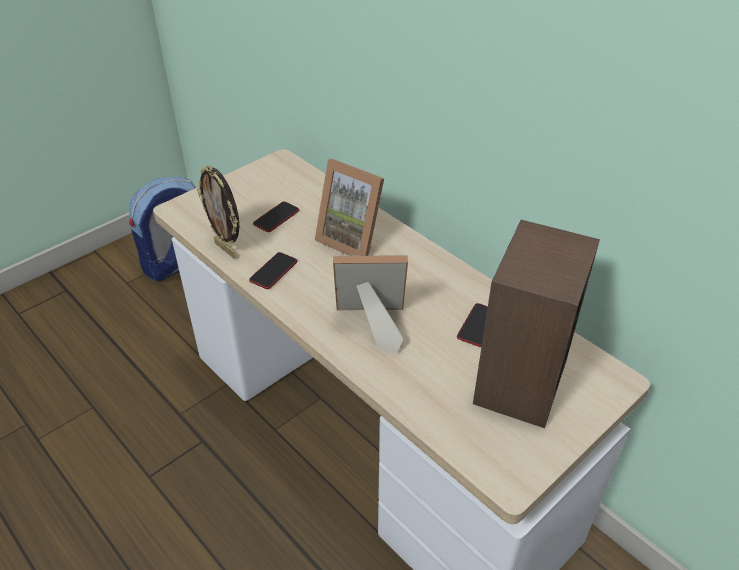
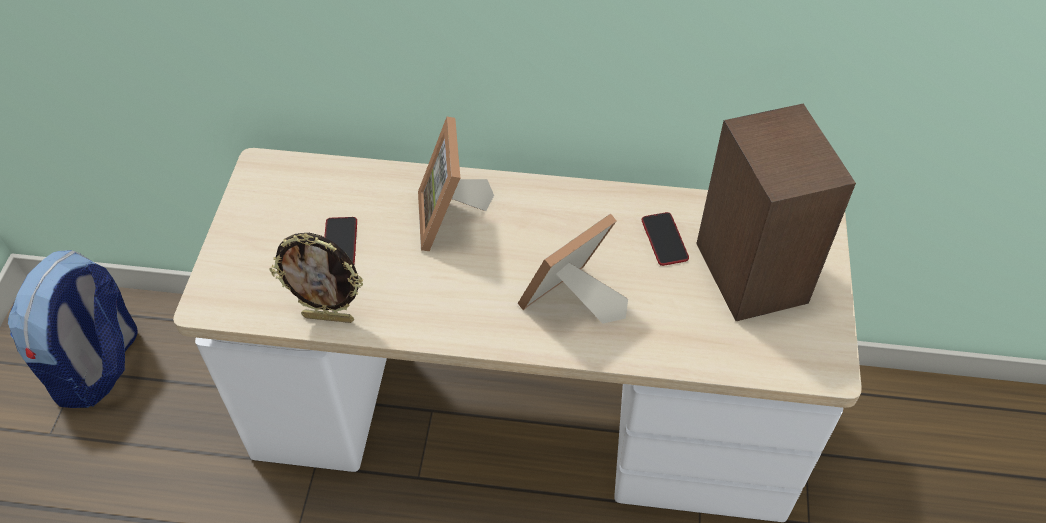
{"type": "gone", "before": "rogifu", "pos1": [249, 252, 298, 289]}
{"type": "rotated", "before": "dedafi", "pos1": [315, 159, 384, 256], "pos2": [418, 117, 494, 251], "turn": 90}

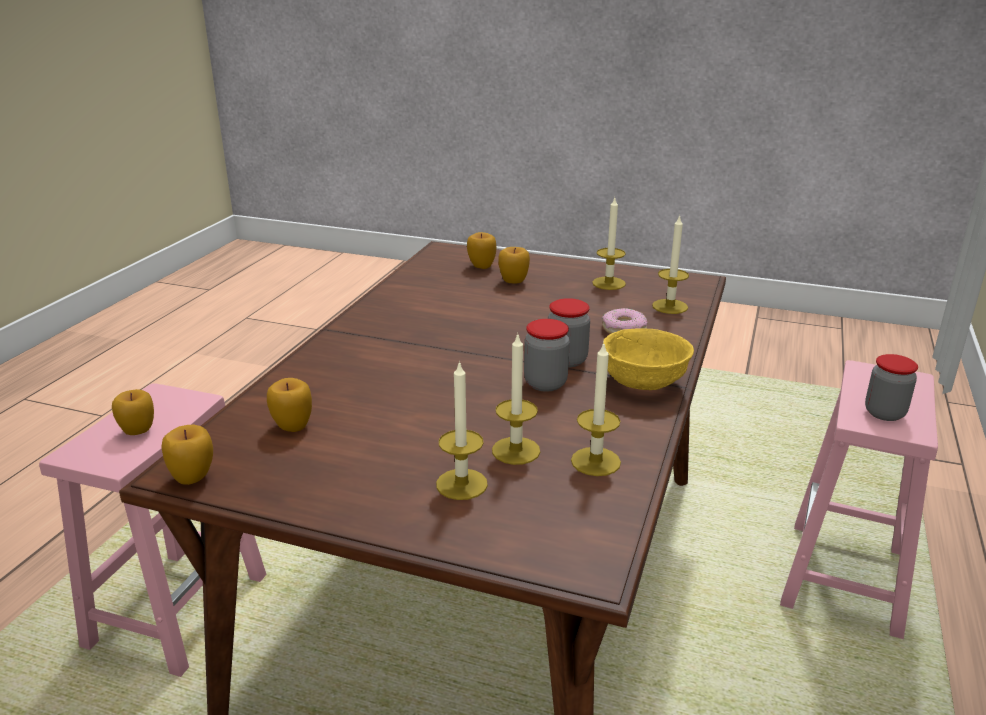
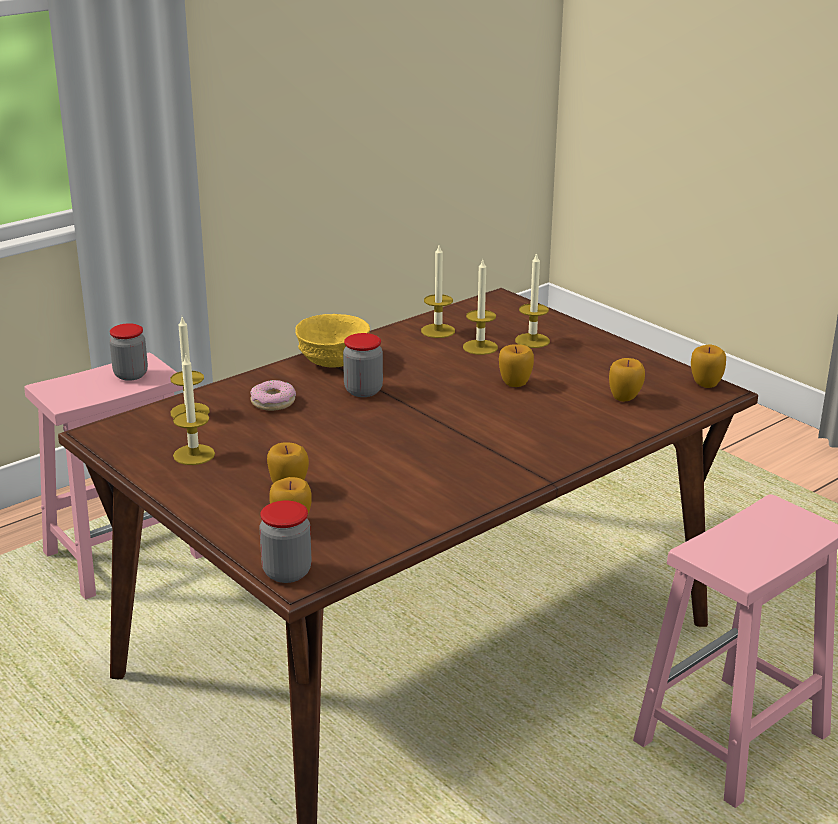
{"type": "shifted", "before": "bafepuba", "pos1": [112, 389, 154, 435], "pos2": [499, 344, 534, 387]}
{"type": "shifted", "before": "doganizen", "pos1": [524, 319, 570, 392], "pos2": [259, 500, 311, 583]}

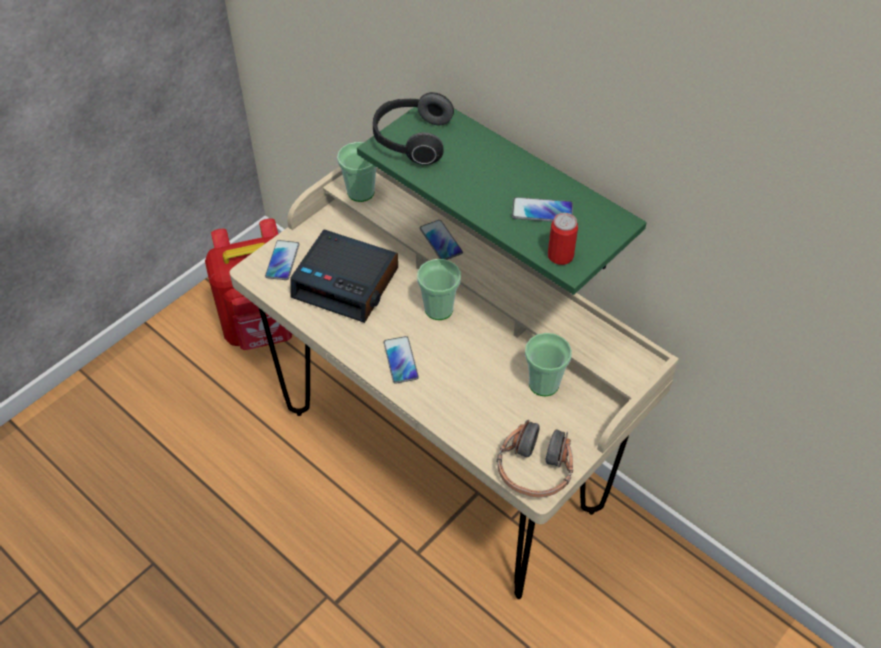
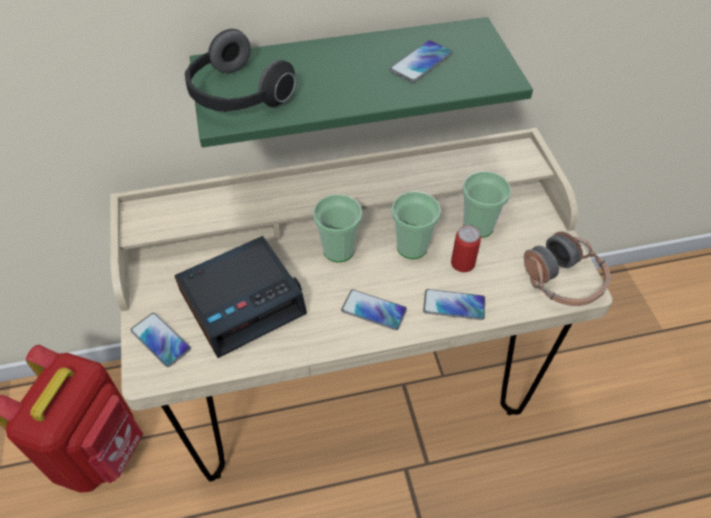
{"type": "shifted", "before": "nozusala", "pos1": [337, 142, 376, 202], "pos2": [392, 191, 441, 259]}
{"type": "shifted", "before": "rogifu", "pos1": [420, 220, 463, 260], "pos2": [423, 289, 485, 320]}
{"type": "shifted", "before": "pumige", "pos1": [548, 213, 578, 265], "pos2": [451, 225, 481, 272]}

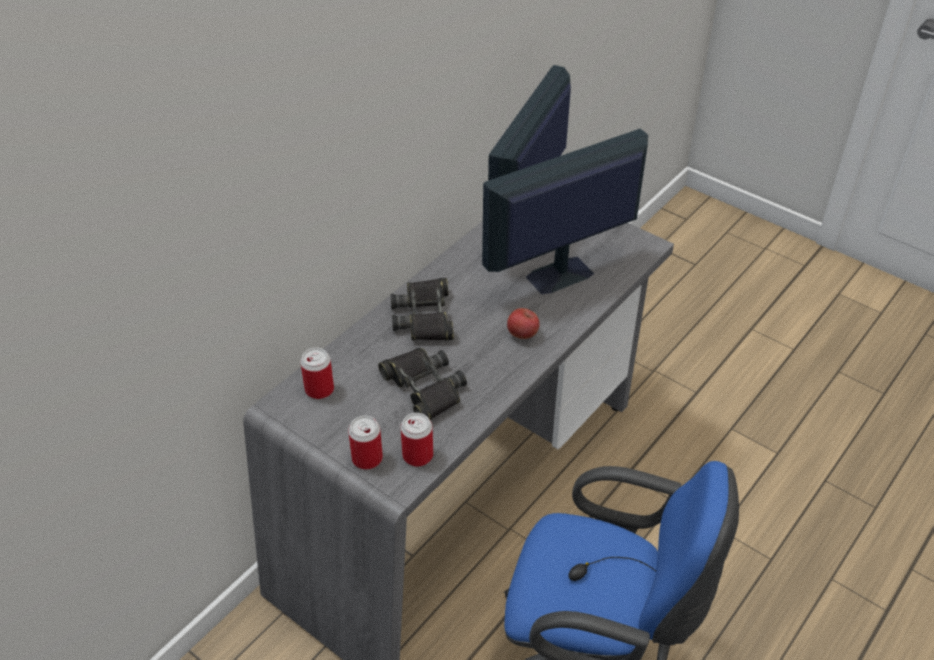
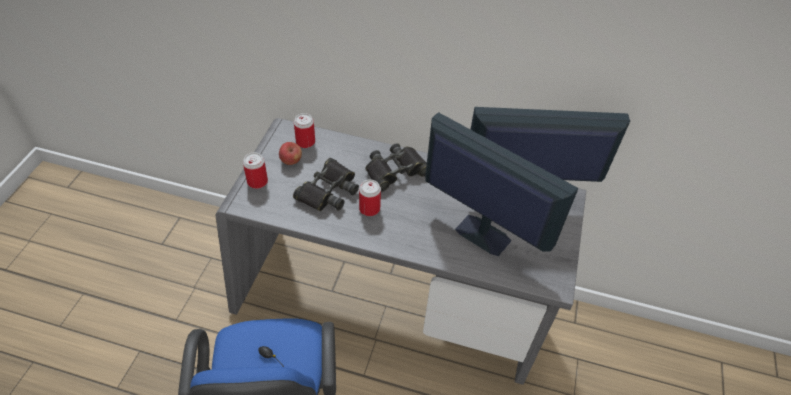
{"type": "shifted", "before": "pumige", "pos1": [401, 413, 433, 466], "pos2": [359, 179, 381, 216]}
{"type": "shifted", "before": "bafepuba", "pos1": [507, 308, 540, 339], "pos2": [279, 142, 302, 165]}

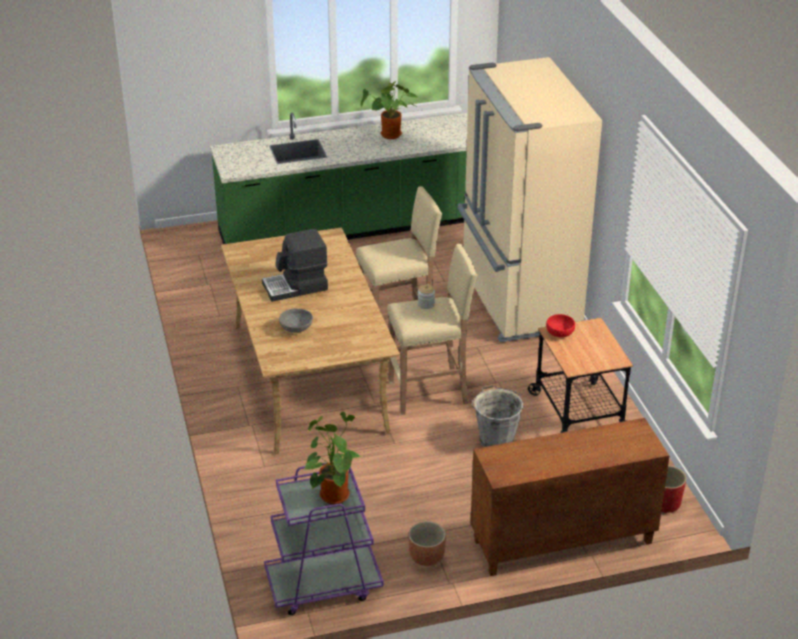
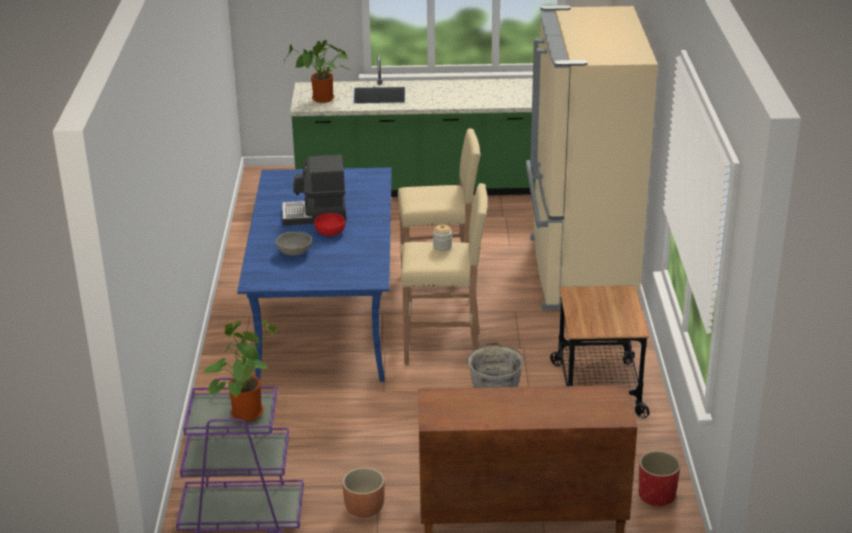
{"type": "repainted", "before": "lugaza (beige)", "after": "lugaza (blue)", "pos1": [221, 228, 400, 454], "pos2": [237, 167, 392, 382]}
{"type": "shifted", "before": "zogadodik", "pos1": [360, 81, 419, 139], "pos2": [284, 40, 349, 103]}
{"type": "shifted", "before": "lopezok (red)", "pos1": [546, 314, 575, 338], "pos2": [314, 213, 346, 236]}

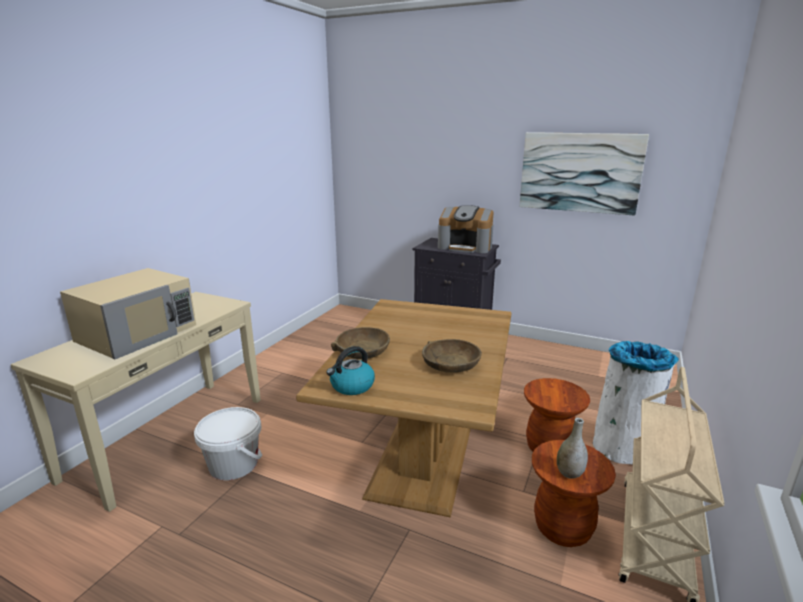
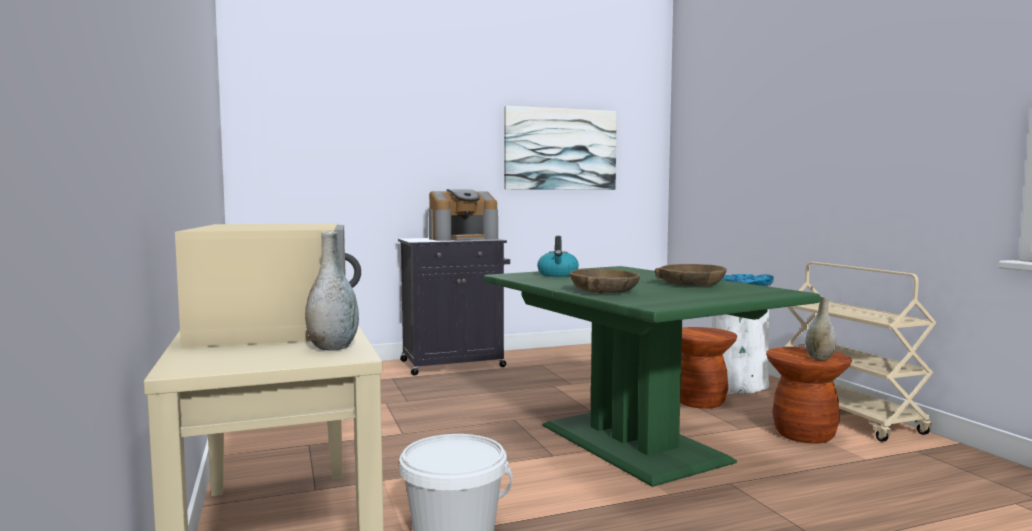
{"type": "repainted", "before": "lugaza (brown)", "after": "lugaza (green)", "pos1": [296, 299, 511, 517], "pos2": [484, 266, 820, 487]}
{"type": "shifted", "before": "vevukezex", "pos1": [326, 346, 375, 395], "pos2": [537, 236, 579, 277]}
{"type": "new", "after": "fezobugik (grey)", "pos2": [305, 232, 359, 351]}

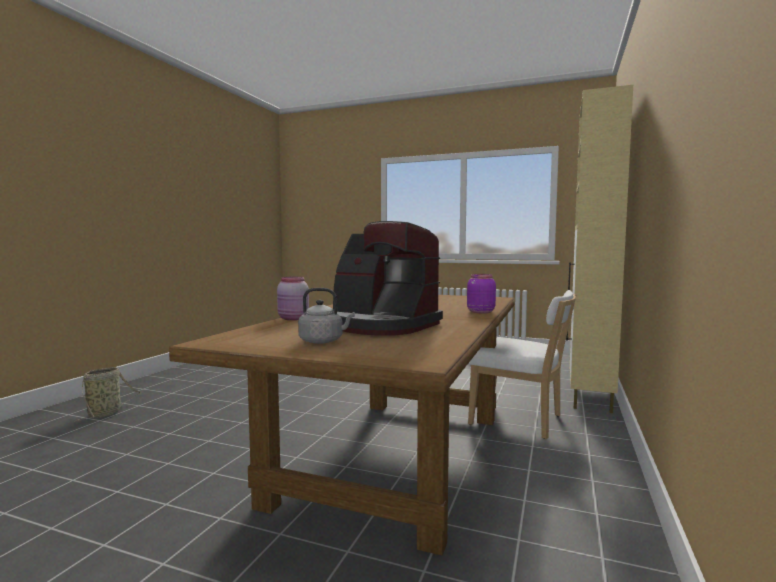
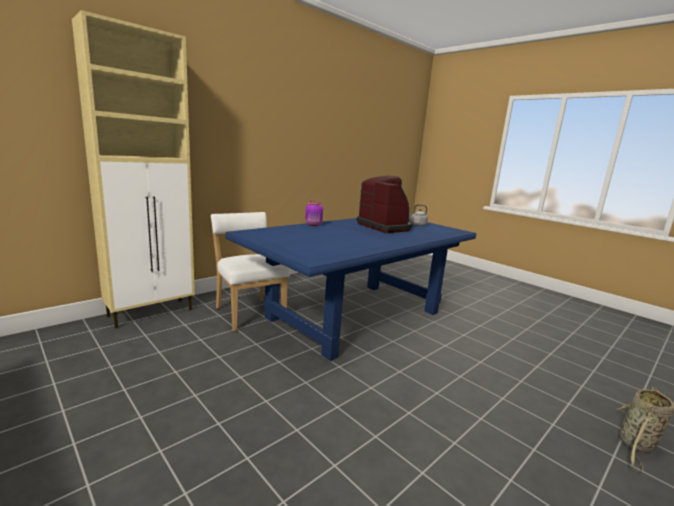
{"type": "repainted", "before": "lugaza (brown)", "after": "lugaza (blue)", "pos1": [169, 295, 515, 556], "pos2": [225, 218, 476, 361]}
{"type": "gone", "before": "doganizen (pink)", "pos1": [277, 277, 309, 320]}

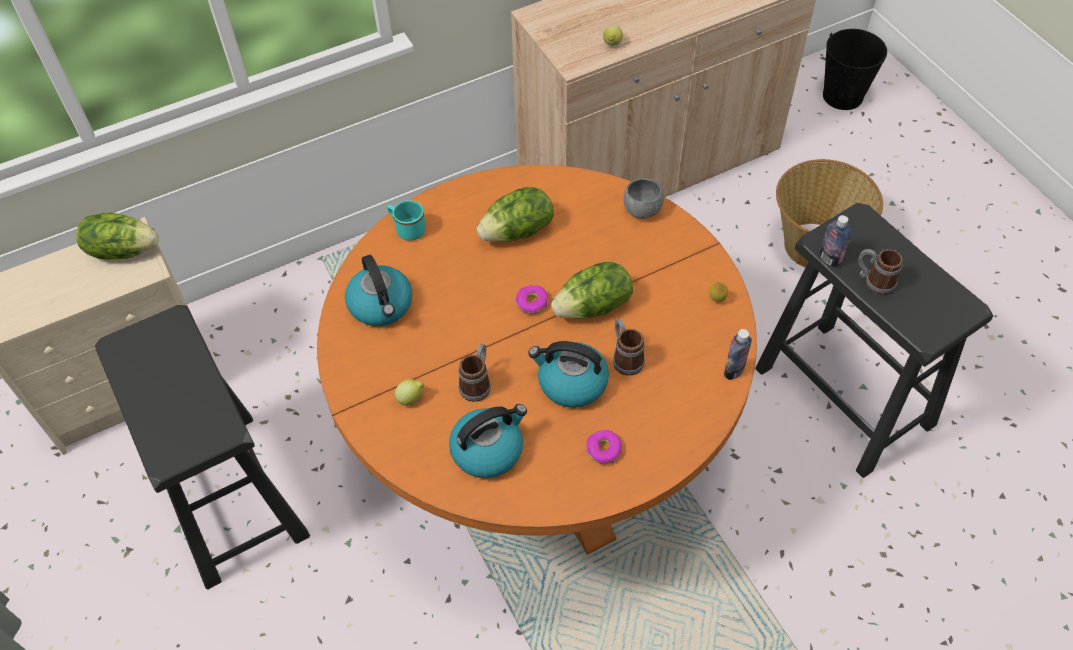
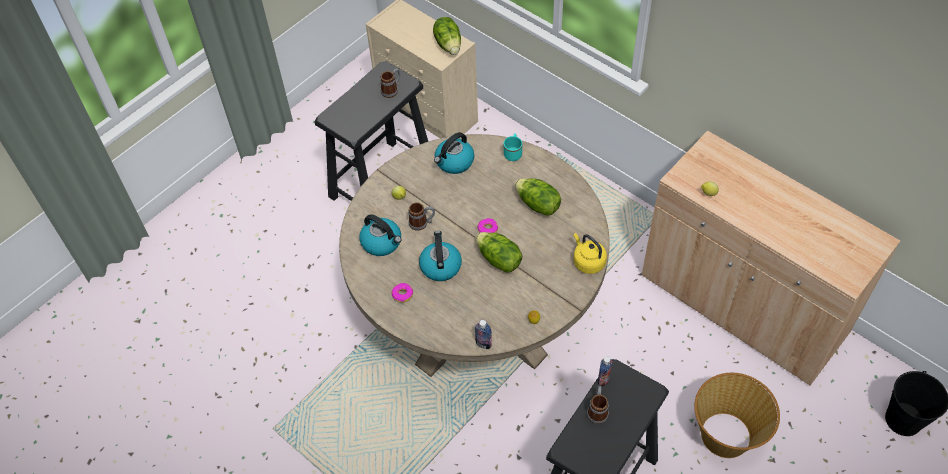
{"type": "repainted", "before": "lugaza (orange)", "after": "lugaza (beige)", "pos1": [317, 165, 757, 555], "pos2": [339, 134, 610, 377]}
{"type": "shifted", "before": "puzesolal", "pos1": [612, 319, 645, 376], "pos2": [380, 68, 401, 98]}
{"type": "swapped", "before": "lopezok (grey)", "after": "vevukezex (yellow)", "pos1": [623, 178, 664, 219], "pos2": [573, 233, 607, 274]}

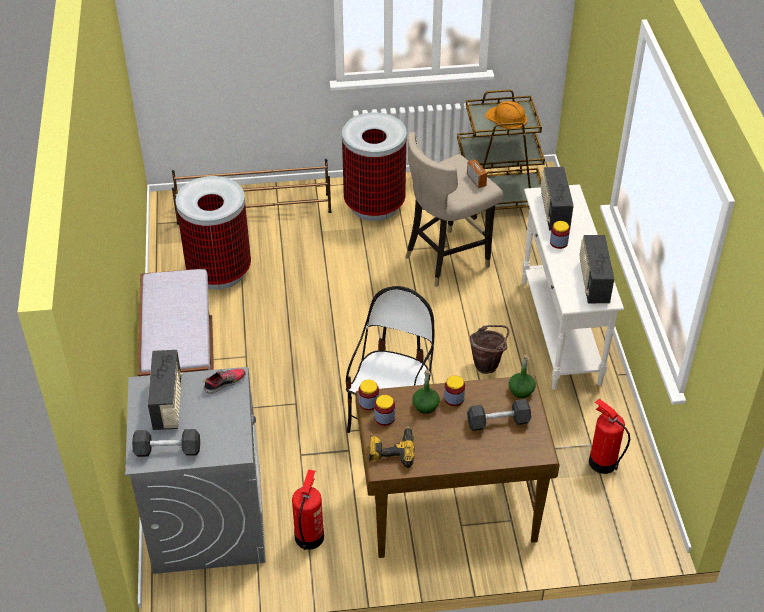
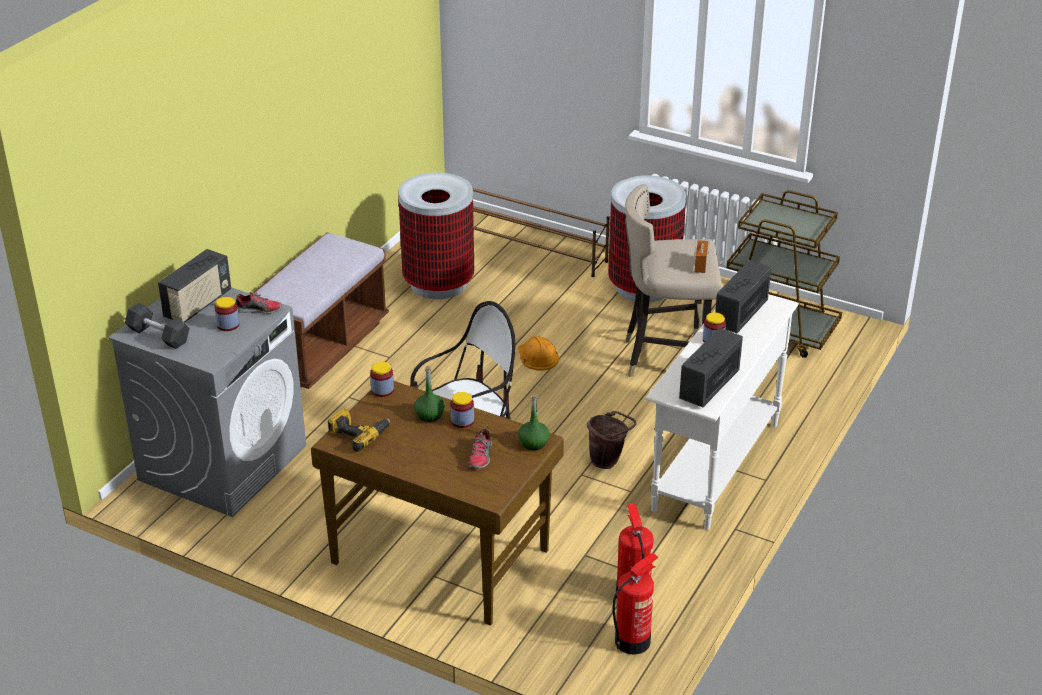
{"type": "shifted", "before": "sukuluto", "pos1": [292, 469, 324, 550], "pos2": [612, 552, 658, 654]}
{"type": "shifted", "before": "doganizen", "pos1": [374, 395, 395, 426], "pos2": [215, 297, 239, 331]}
{"type": "swapped", "before": "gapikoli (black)", "after": "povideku", "pos1": [467, 399, 531, 431], "pos2": [468, 425, 492, 469]}
{"type": "shifted", "before": "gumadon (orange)", "pos1": [485, 101, 527, 129], "pos2": [518, 336, 559, 371]}

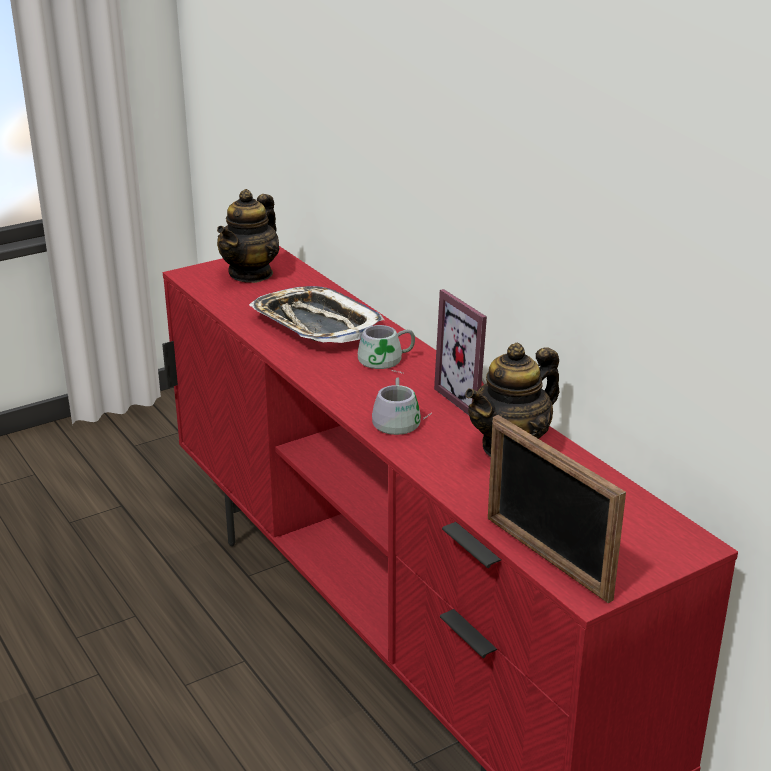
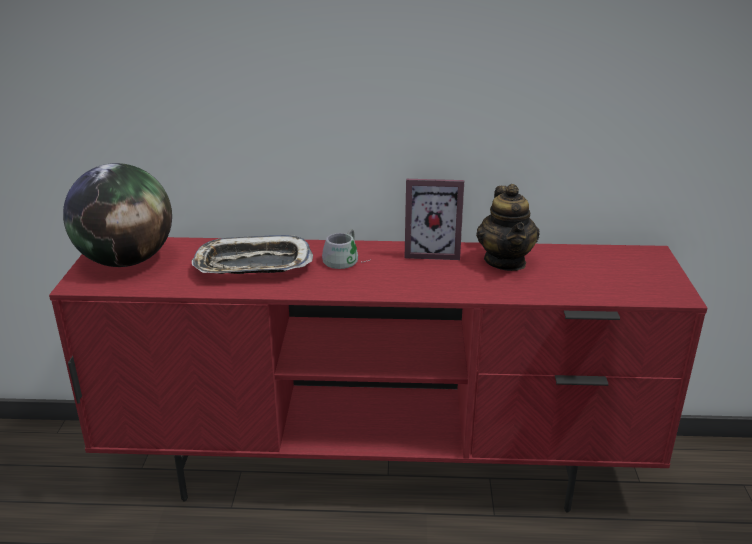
{"type": "swapped", "before": "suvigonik", "after": "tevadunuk", "pos1": [217, 189, 279, 283], "pos2": [63, 163, 172, 267]}
{"type": "gone", "before": "puzesolal (grey)", "pos1": [372, 377, 432, 435]}
{"type": "gone", "before": "dedafi", "pos1": [488, 415, 626, 603]}

